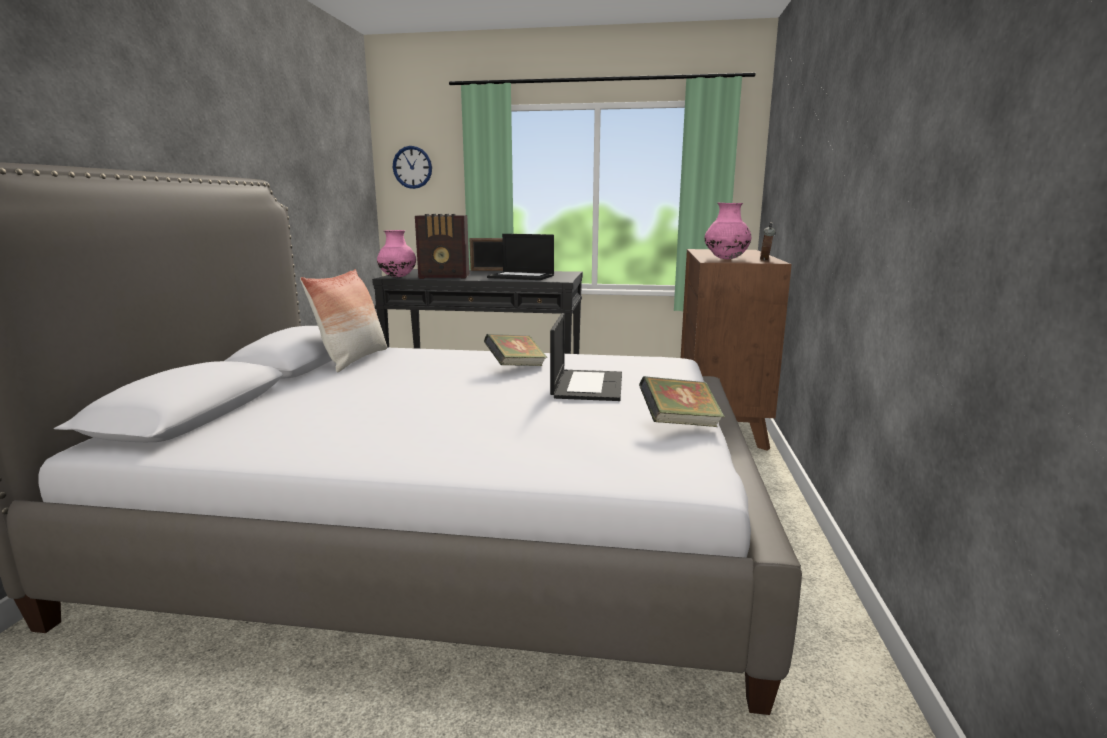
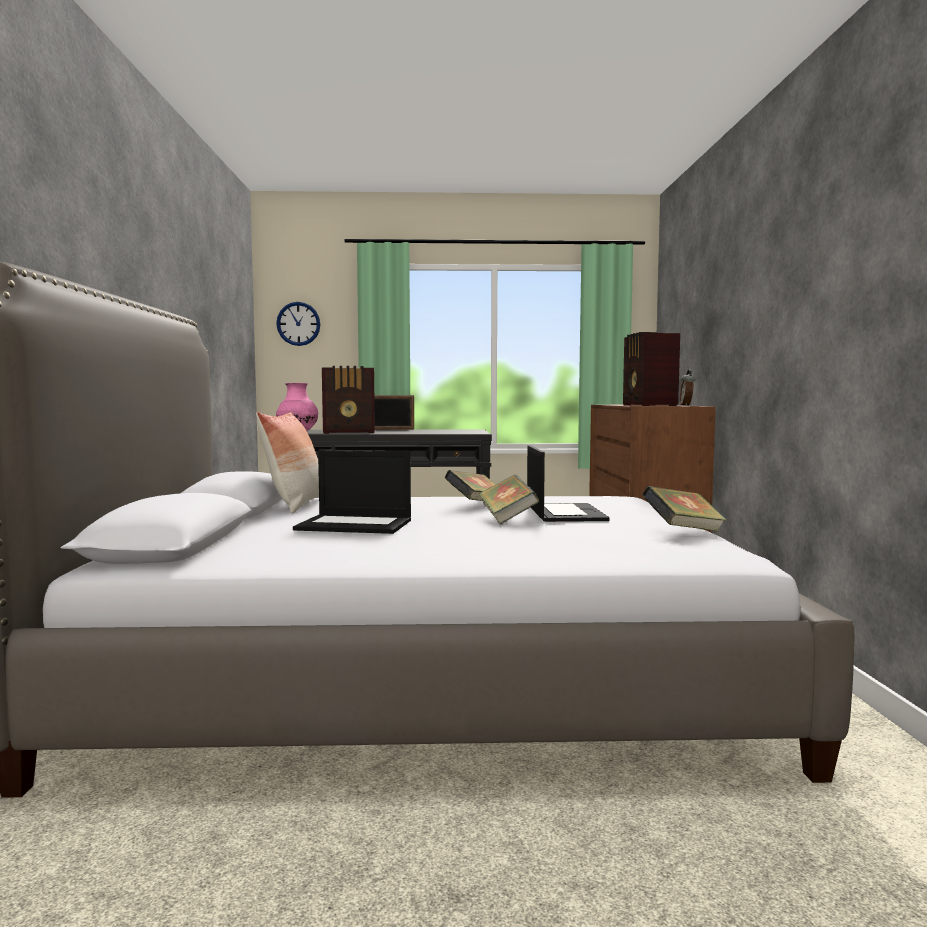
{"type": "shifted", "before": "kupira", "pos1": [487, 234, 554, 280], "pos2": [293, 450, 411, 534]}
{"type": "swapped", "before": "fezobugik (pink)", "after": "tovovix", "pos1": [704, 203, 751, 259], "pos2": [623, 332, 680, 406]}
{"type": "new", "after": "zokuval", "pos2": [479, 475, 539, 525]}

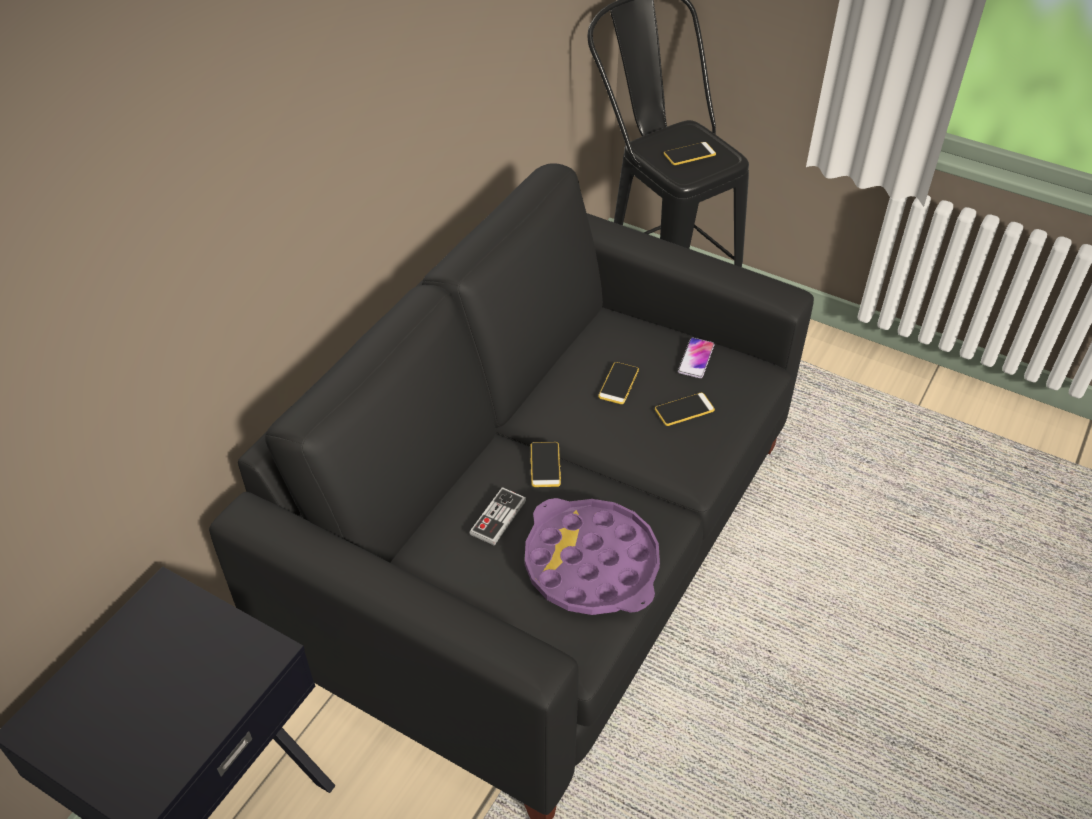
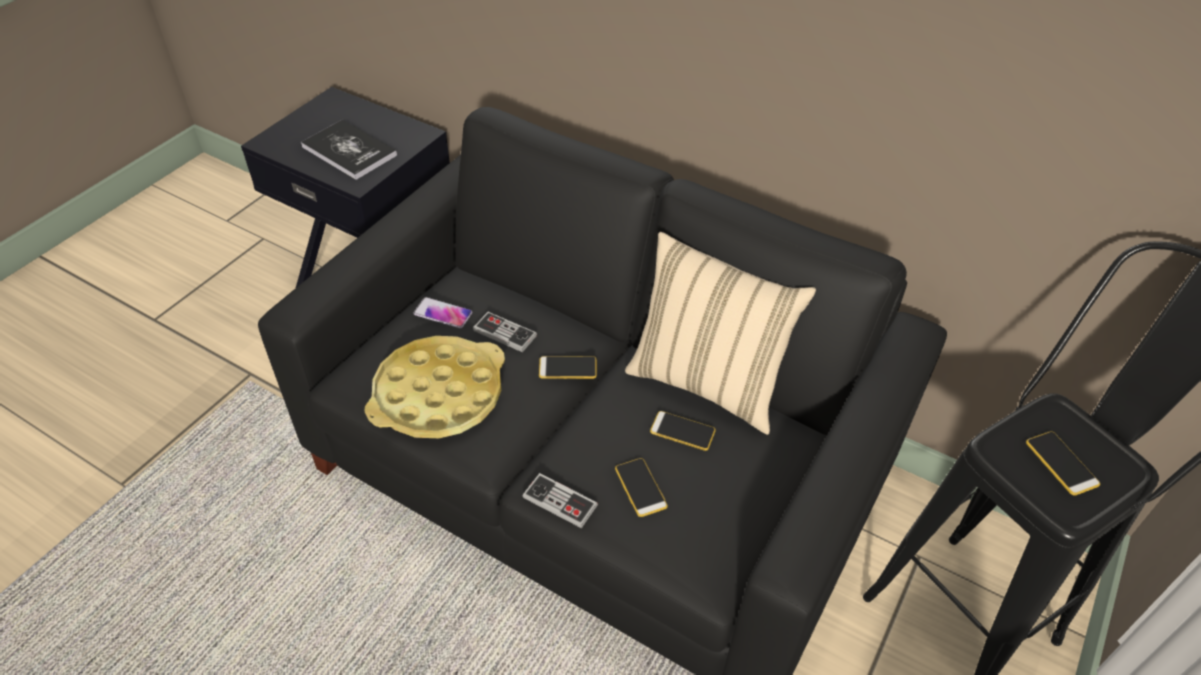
{"type": "repainted", "before": "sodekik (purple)", "after": "sodekik (yellow)", "pos1": [525, 498, 660, 615], "pos2": [365, 336, 505, 438]}
{"type": "shifted", "before": "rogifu", "pos1": [678, 338, 715, 378], "pos2": [413, 297, 472, 328]}
{"type": "new", "after": "zokuval", "pos2": [301, 120, 397, 180]}
{"type": "new", "after": "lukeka", "pos2": [523, 473, 598, 528]}
{"type": "new", "after": "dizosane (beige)", "pos2": [625, 232, 816, 435]}

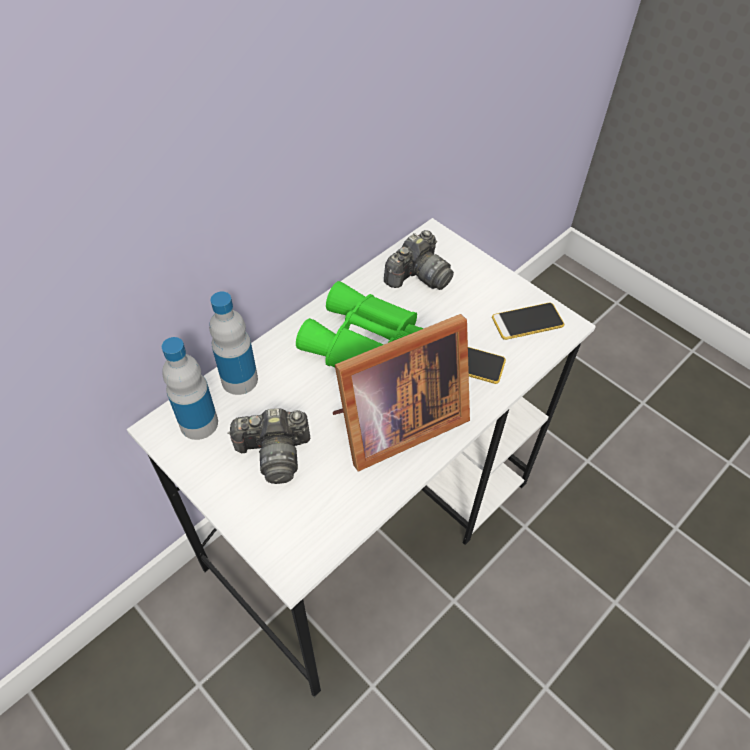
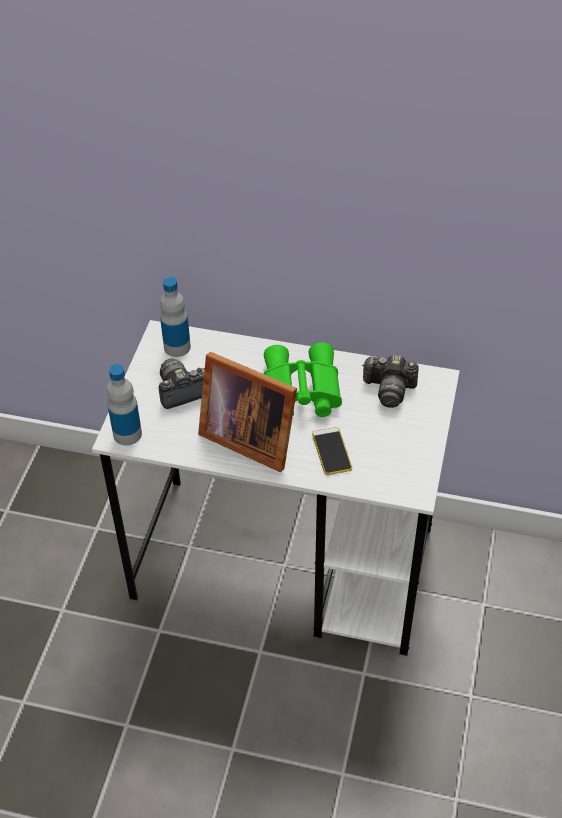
{"type": "shifted", "before": "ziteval", "pos1": [209, 291, 258, 395], "pos2": [107, 364, 142, 445]}
{"type": "rotated", "before": "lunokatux", "pos1": [227, 408, 310, 484], "pos2": [159, 359, 205, 409], "turn": 105}
{"type": "gone", "before": "rogifu", "pos1": [492, 303, 564, 340]}

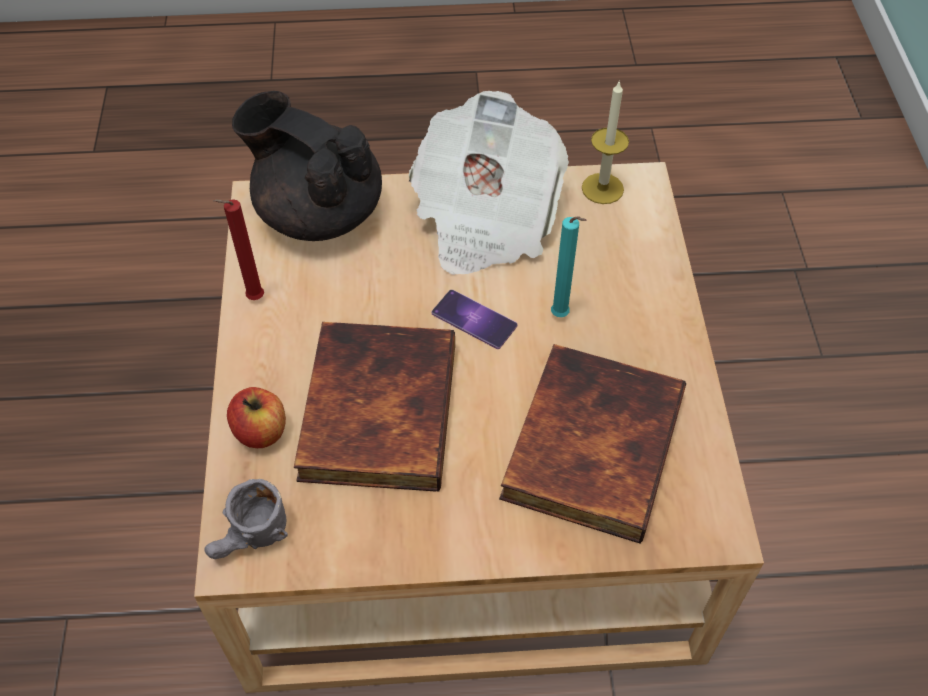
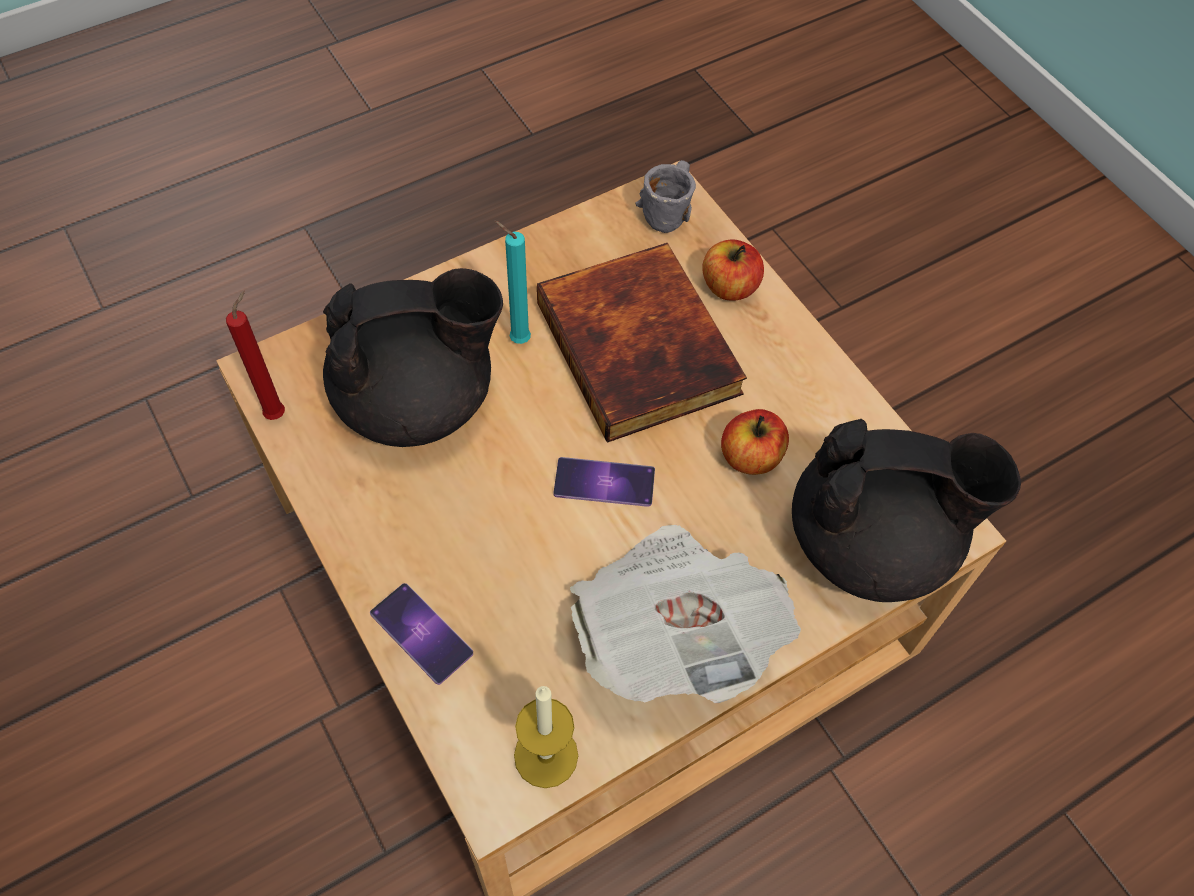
{"type": "shifted", "before": "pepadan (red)", "pos1": [213, 199, 264, 300], "pos2": [226, 291, 285, 420]}
{"type": "swapped", "before": "zokuval", "after": "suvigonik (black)", "pos1": [499, 344, 686, 543], "pos2": [323, 268, 503, 447]}
{"type": "shifted", "before": "pepadan (turquoise)", "pos1": [551, 216, 587, 317], "pos2": [495, 221, 531, 344]}
{"type": "new", "after": "rogifu", "pos2": [370, 583, 473, 685]}
{"type": "new", "after": "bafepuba", "pos2": [721, 409, 789, 475]}

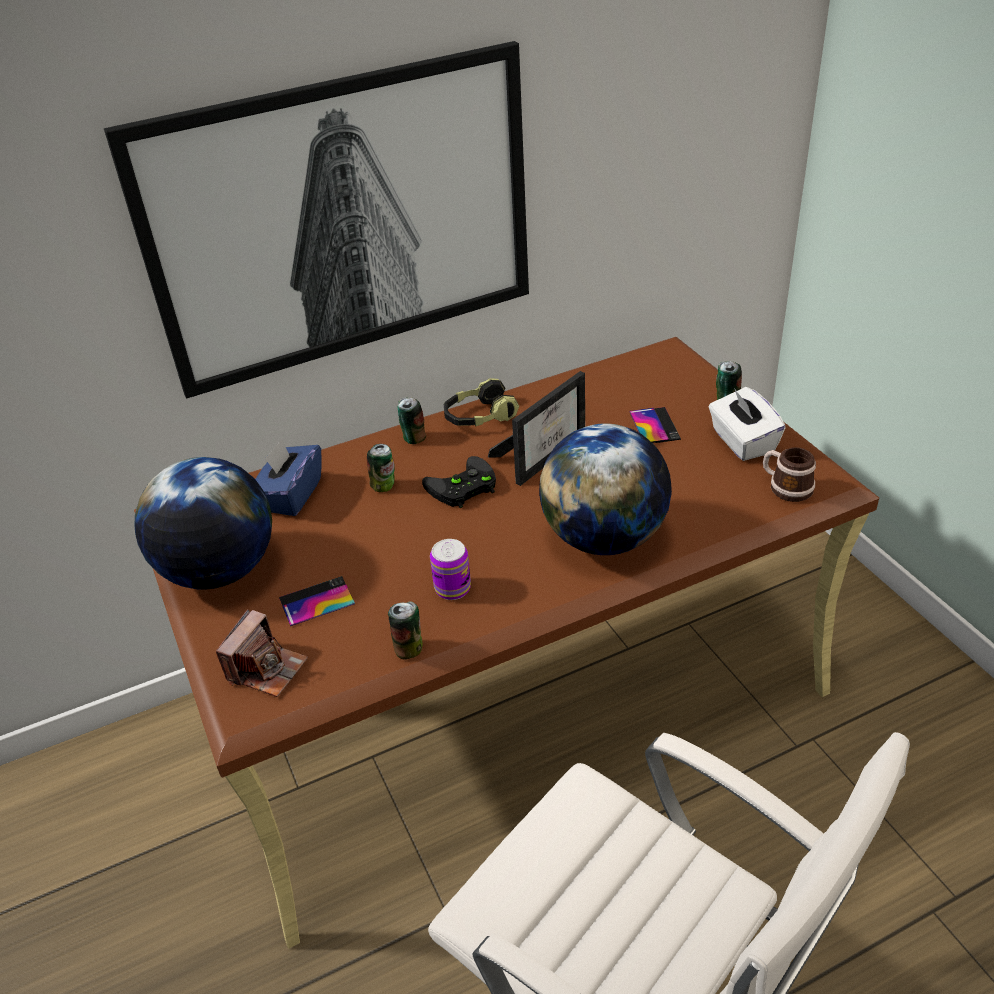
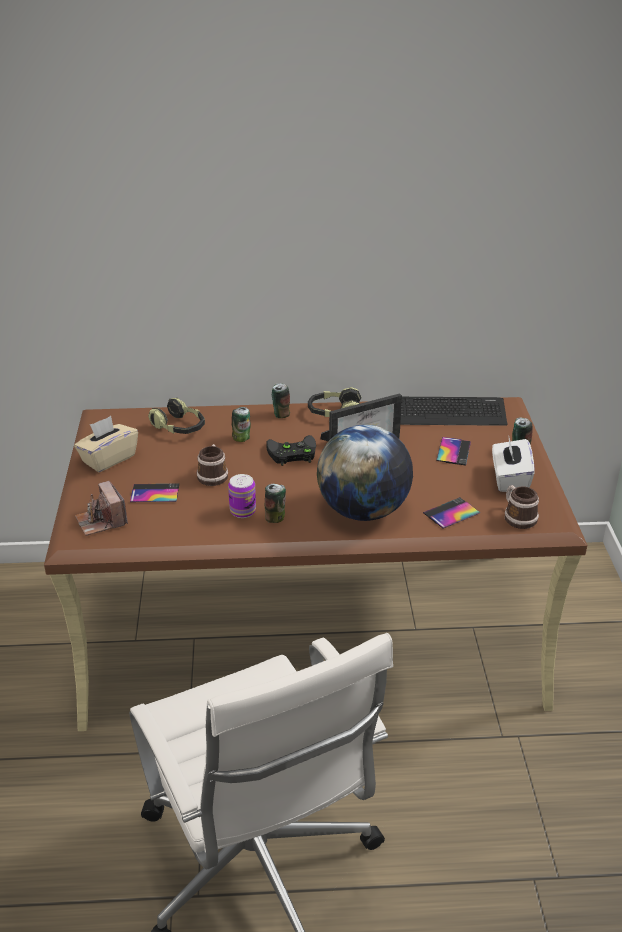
{"type": "gone", "before": "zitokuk", "pos1": [104, 41, 529, 399]}
{"type": "swapped", "before": "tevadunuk", "after": "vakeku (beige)", "pos1": [135, 457, 272, 590], "pos2": [74, 416, 138, 472]}
{"type": "rotated", "before": "lunokatux", "pos1": [216, 609, 308, 697], "pos2": [75, 481, 128, 536], "turn": 105}
{"type": "swapped", "before": "vakeku (blue)", "after": "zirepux", "pos1": [256, 439, 322, 516], "pos2": [148, 398, 205, 434]}
{"type": "shifted", "before": "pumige", "pos1": [388, 601, 422, 660], "pos2": [265, 484, 286, 523]}
{"type": "new", "after": "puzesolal", "pos2": [197, 444, 228, 486]}
{"type": "new", "after": "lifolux", "pos2": [400, 397, 507, 426]}
{"type": "new", "after": "rogifu", "pos2": [423, 497, 480, 528]}

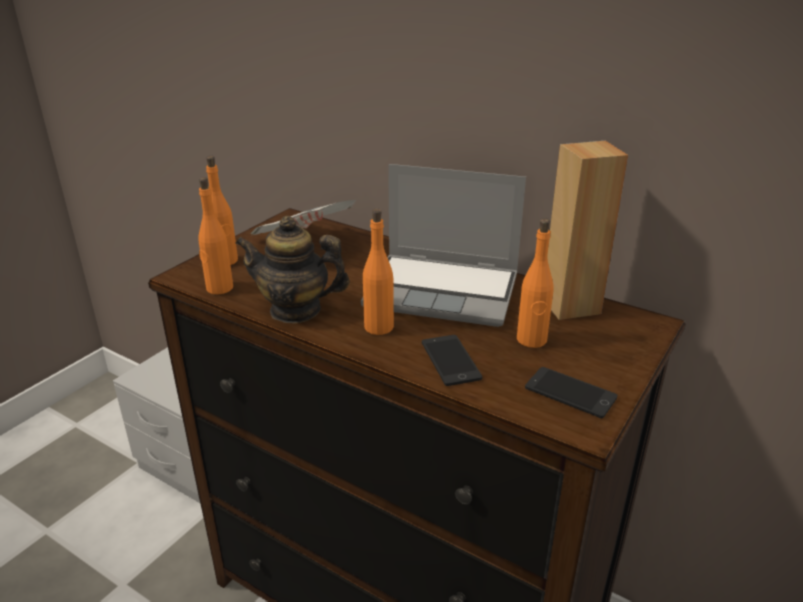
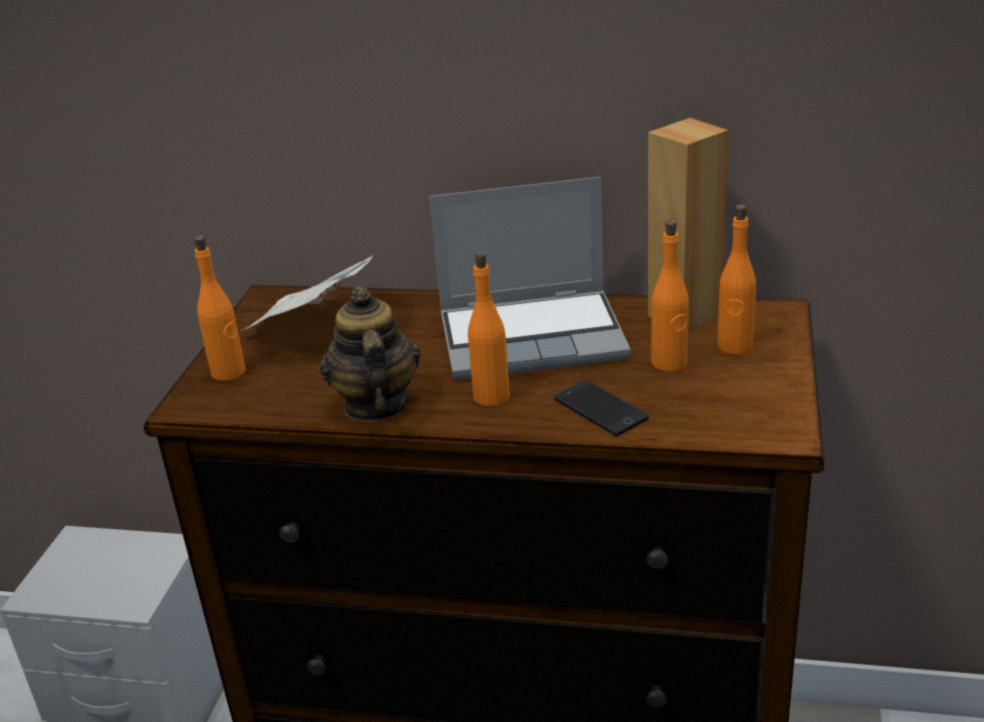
{"type": "shifted", "before": "ziteval (orange)", "pos1": [198, 177, 233, 294], "pos2": [717, 204, 756, 355]}
{"type": "rotated", "before": "suvigonik", "pos1": [235, 216, 350, 323], "pos2": [320, 286, 421, 422], "turn": 90}
{"type": "gone", "before": "rogifu", "pos1": [525, 367, 618, 419]}

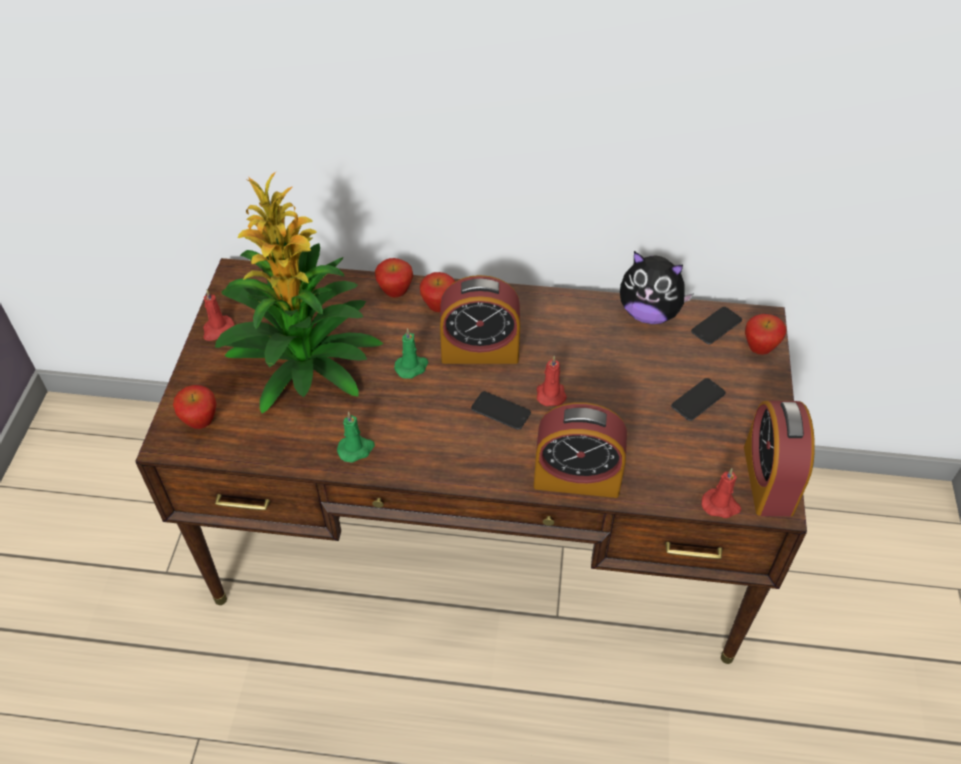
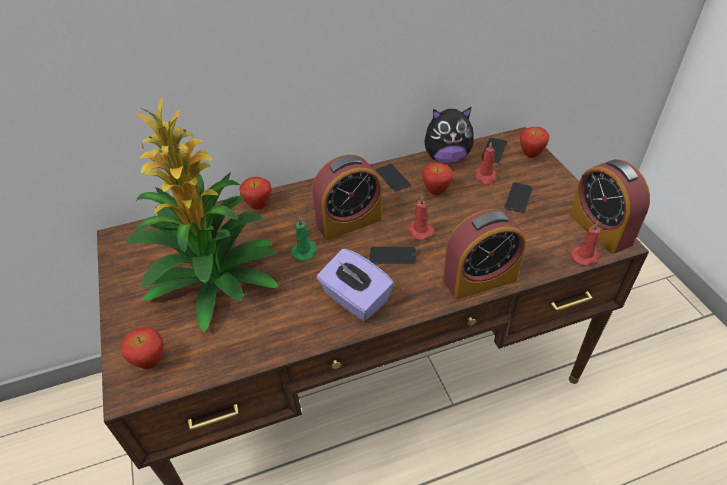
{"type": "shifted", "before": "pepadan (red)", "pos1": [203, 289, 234, 341], "pos2": [475, 142, 497, 186]}
{"type": "gone", "before": "pepadan (green)", "pos1": [337, 412, 375, 463]}
{"type": "shifted", "before": "bafepuba", "pos1": [420, 272, 455, 312], "pos2": [422, 162, 453, 195]}
{"type": "new", "after": "vakeku (purple)", "pos2": [317, 248, 394, 321]}
{"type": "new", "after": "rogifu", "pos2": [376, 164, 411, 192]}

